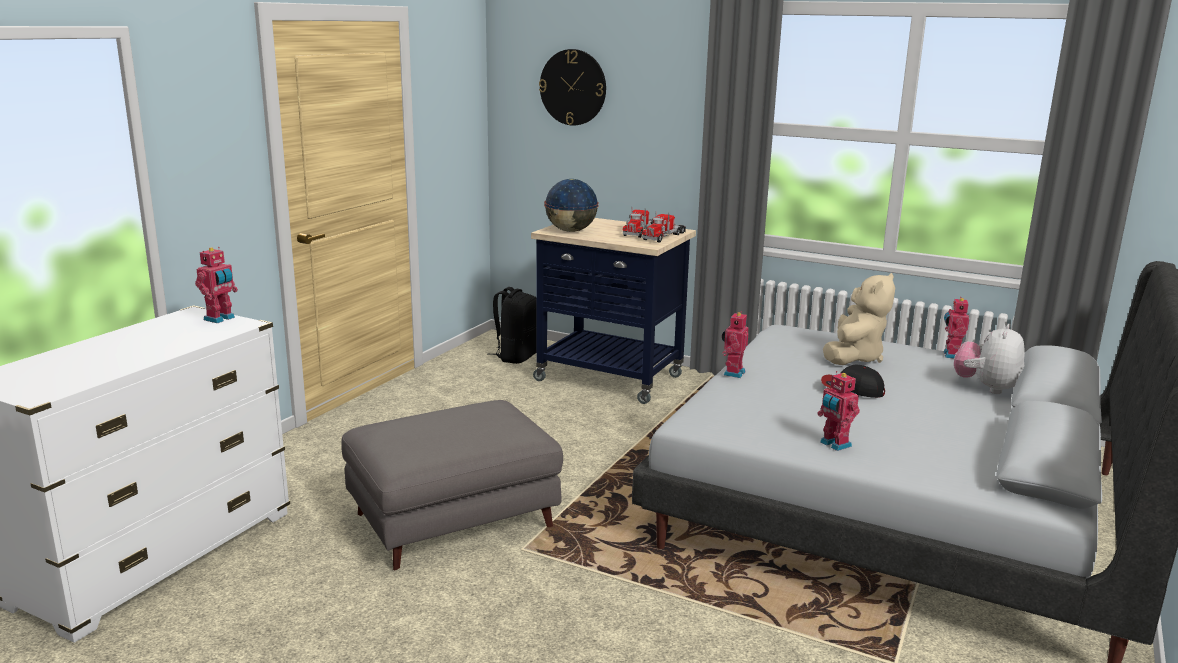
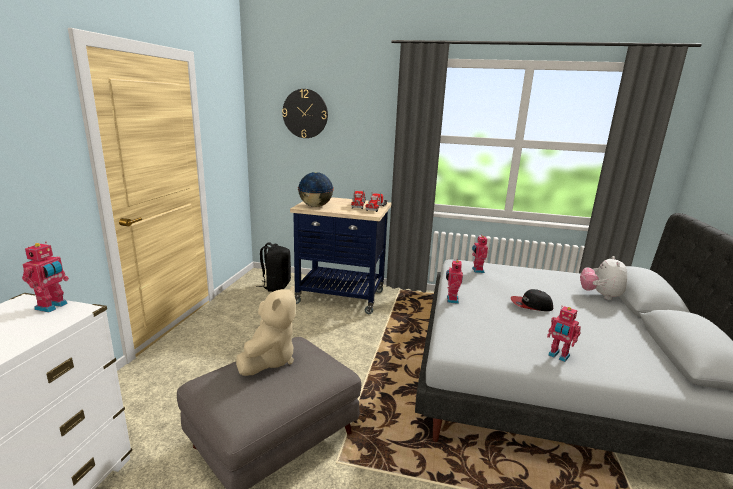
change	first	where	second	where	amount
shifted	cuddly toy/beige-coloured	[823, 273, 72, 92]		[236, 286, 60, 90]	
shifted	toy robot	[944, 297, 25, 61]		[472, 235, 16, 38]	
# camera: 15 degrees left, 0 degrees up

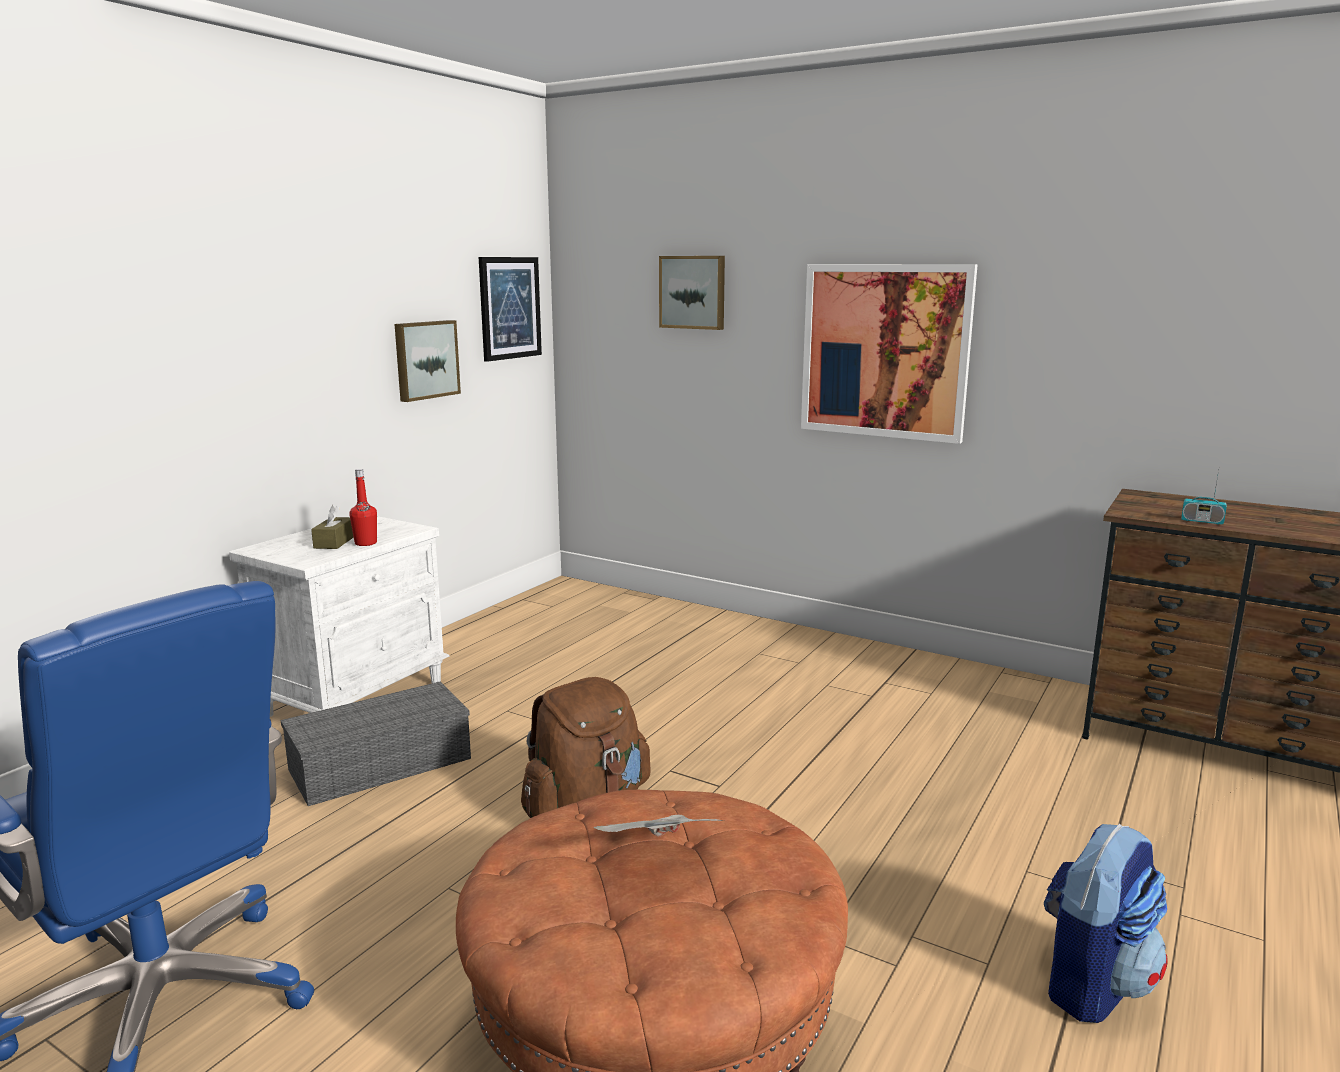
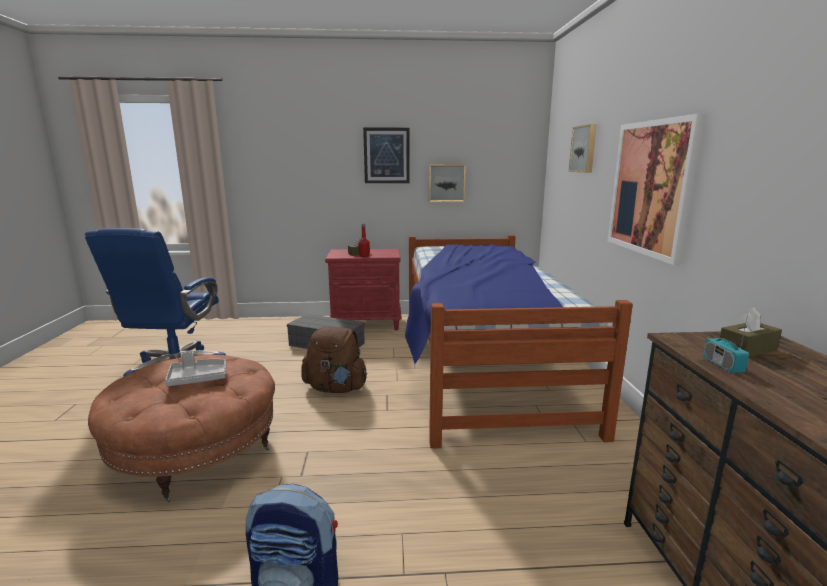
change	first	where	second	where	amount
shifted	picture	[479, 257, 63, 105]		[363, 127, 47, 56]	
repainted	nightstand/white	[229, 516, 221, 201]	nightstand/red-coloured	[325, 249, 77, 81]	
swapped	newspaper	[594, 814, 130, 23]	serving tray/grey	[165, 352, 61, 34]	
new			bedroom bed	[405, 235, 228, 214]	
new			box of tissues/brownish	[720, 307, 62, 50]	
# camera: 55 degrees right, 0 degrees up

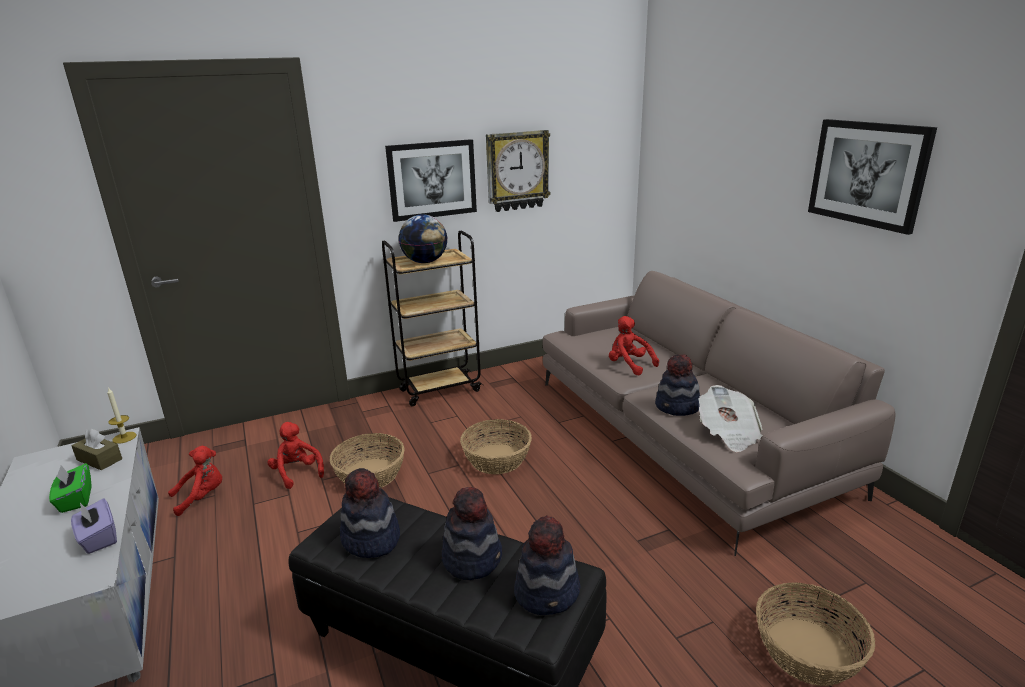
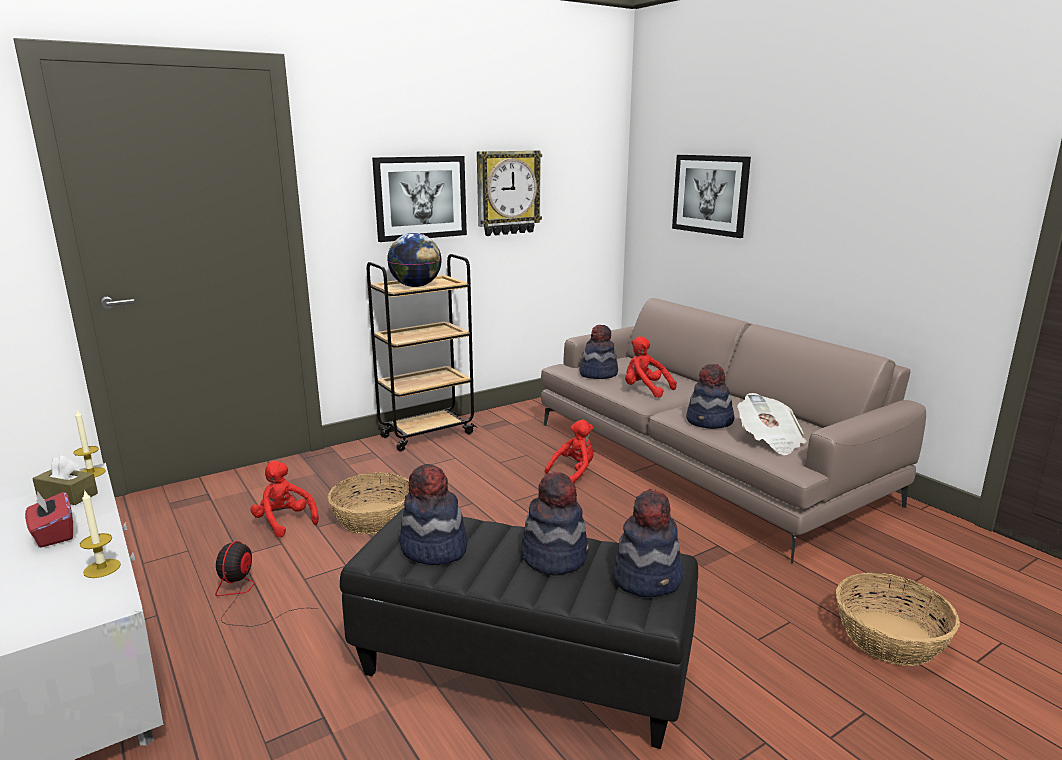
change	first	where	second	where	amount
shifted	picture	[808, 119, 129, 116]		[672, 155, 79, 83]	
gone	basket	[460, 419, 72, 55]			
shifted	cuddly toy/red-coloured	[168, 446, 54, 70]		[545, 420, 49, 63]	
repainted	box of tissues/green-coloured	[49, 463, 42, 50]	box of tissues/red-coloured	[25, 491, 48, 57]	
swapped	box of tissues/purple	[71, 498, 46, 56]	candle	[80, 491, 41, 87]	
new			wearable hat	[579, 325, 39, 54]	
new			electric fan	[215, 541, 103, 86]	
# camera: 10 degrees left, 5 degrees down

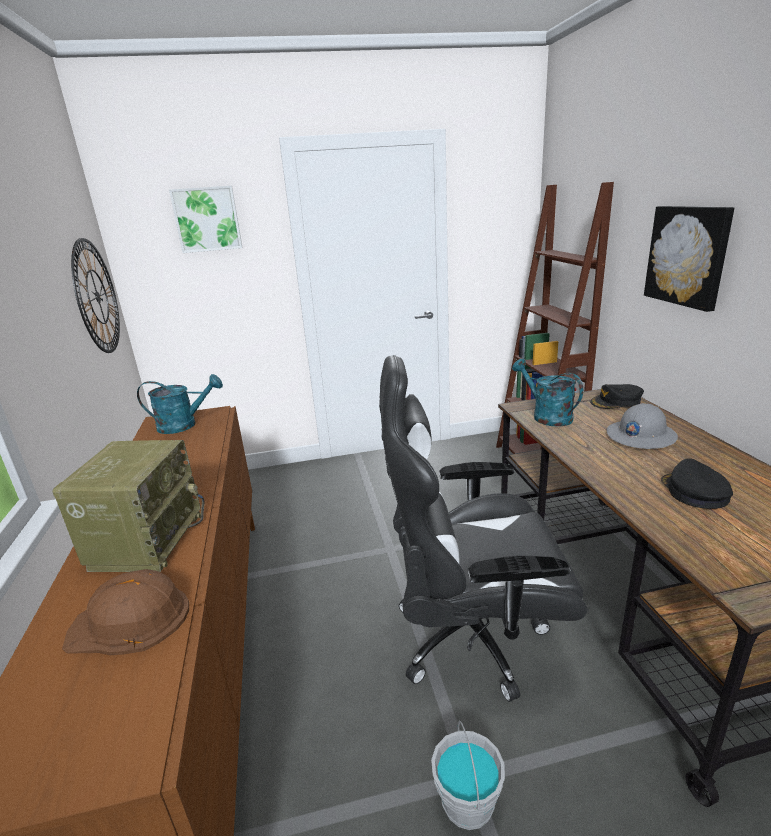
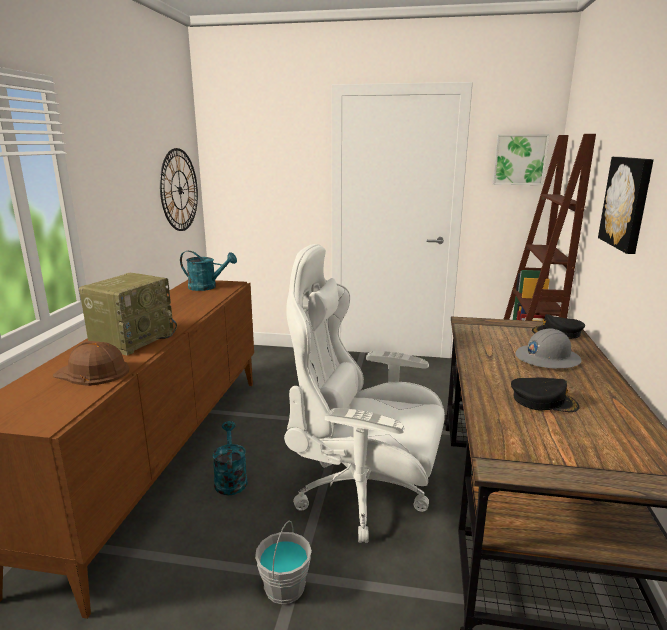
change	first	where	second	where	amount
shifted	picture	[169, 186, 73, 67]		[492, 134, 57, 51]	
repainted	office chair/black-coloured	[379, 355, 209, 347]	office chair/white	[284, 244, 161, 299]	
shifted	watering pot/blue-green	[512, 359, 71, 68]		[213, 421, 35, 74]	
rotated	baseball cap/black-coloured	[661, 458, 72, 51]		[511, 377, 69, 35]	90 degrees clockwise
# camera: 20 degrees right, 5 degrees down

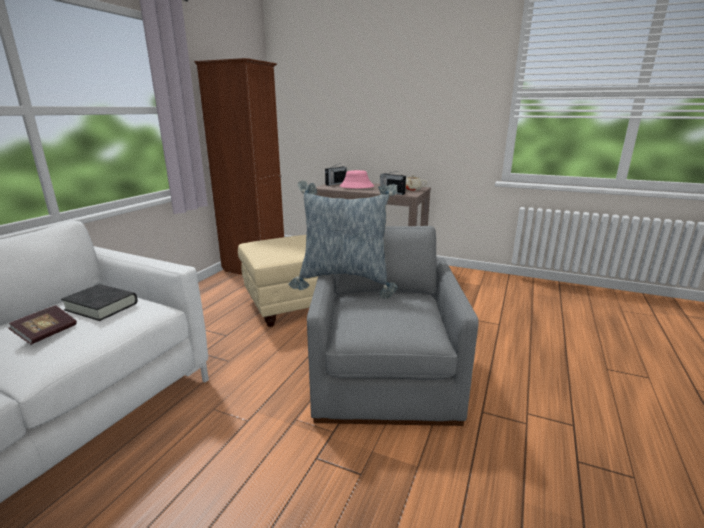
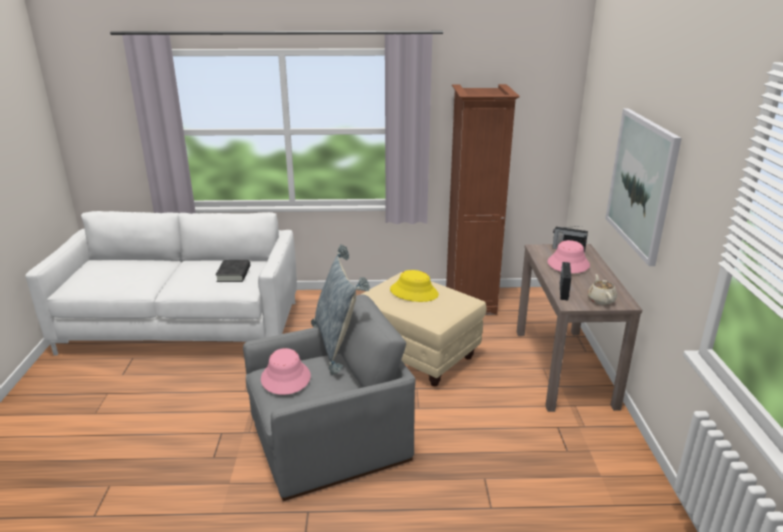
change	first	where	second	where	amount
gone	volume	[8, 305, 69, 40]			
new			picture	[605, 109, 77, 157]	
new			wearable hat/yellow-coloured	[390, 270, 49, 32]	
new			wearable hat/pinkish	[261, 348, 50, 47]	
# camera: 65 degrees right, 5 degrees up

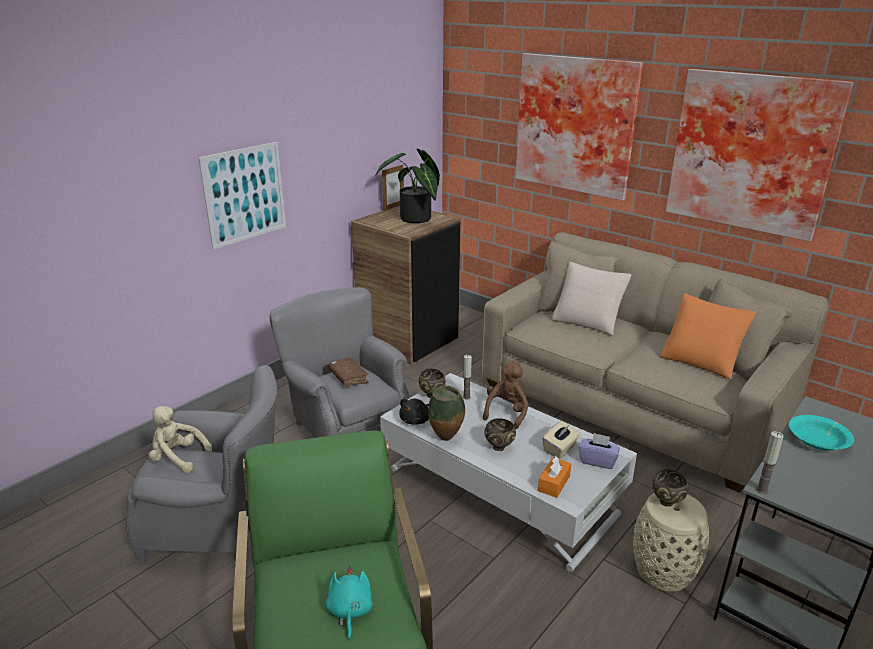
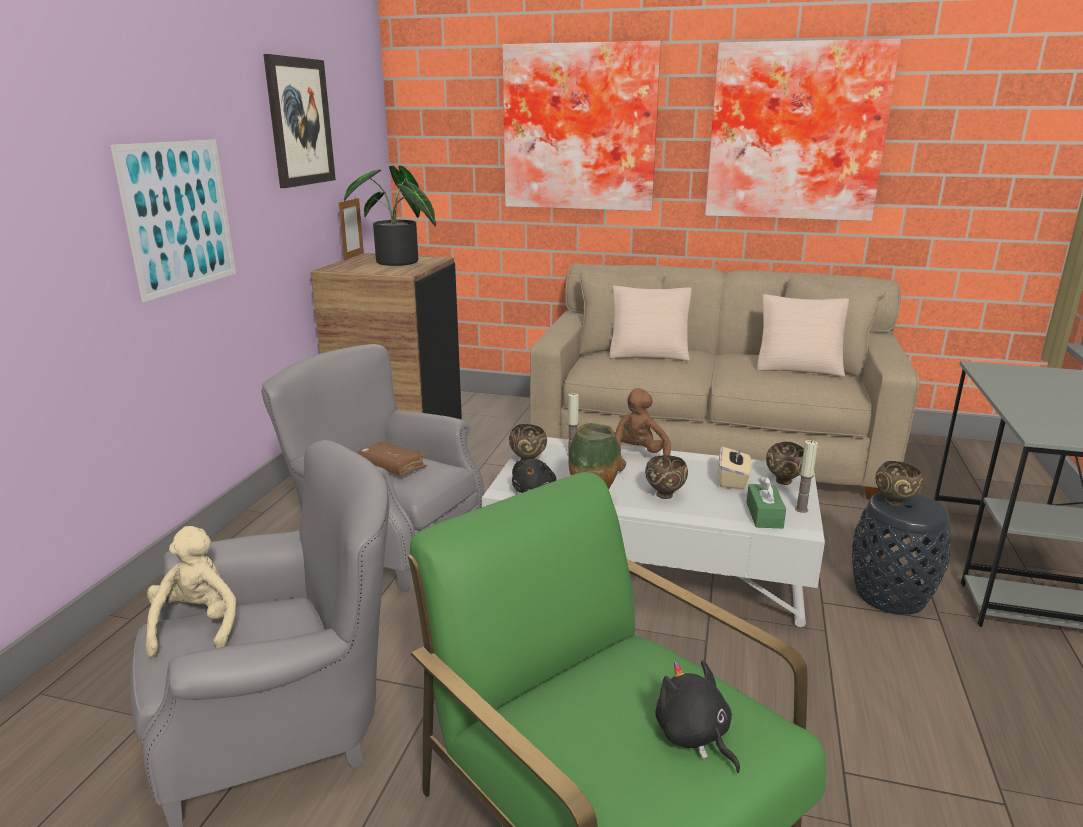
change	first	where	second	where	amount
repainted	throw pillow/orangey	[660, 293, 96, 87]	throw pillow/beige-coloured	[757, 294, 92, 83]	
rotated	cuddly toy/beige-coloured	[149, 406, 63, 67]		[146, 526, 90, 131]	90 degrees clockwise
gone	serving bowl/blue-green	[789, 415, 65, 36]			
shifted	candle	[756, 431, 28, 63]		[795, 440, 23, 73]	
swapped	box of tissues/purple	[579, 433, 41, 36]	serving bowl/brownish	[766, 442, 38, 43]	
repainted	box of tissues/orangey	[538, 456, 33, 42]	box of tissues/green-coloured	[746, 476, 40, 53]	
repainted	stool/beige-coloured	[633, 493, 76, 99]	stool/black-coloured	[852, 492, 99, 123]	
repainted	cuddly toy/blue-green	[326, 566, 47, 74]	cuddly toy/black-coloured	[655, 660, 85, 113]	
new			picture	[263, 54, 73, 134]	
# camera: 25 degrees left, 5 degrees down

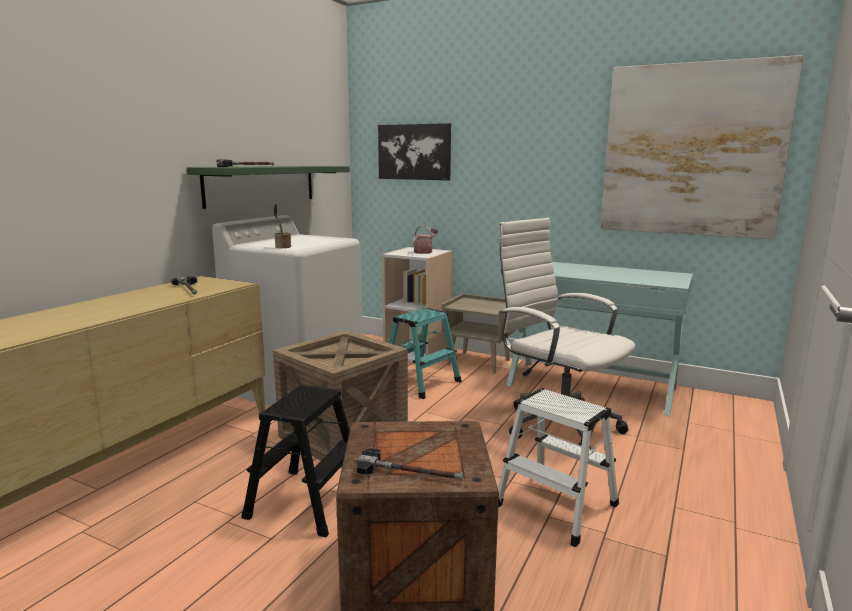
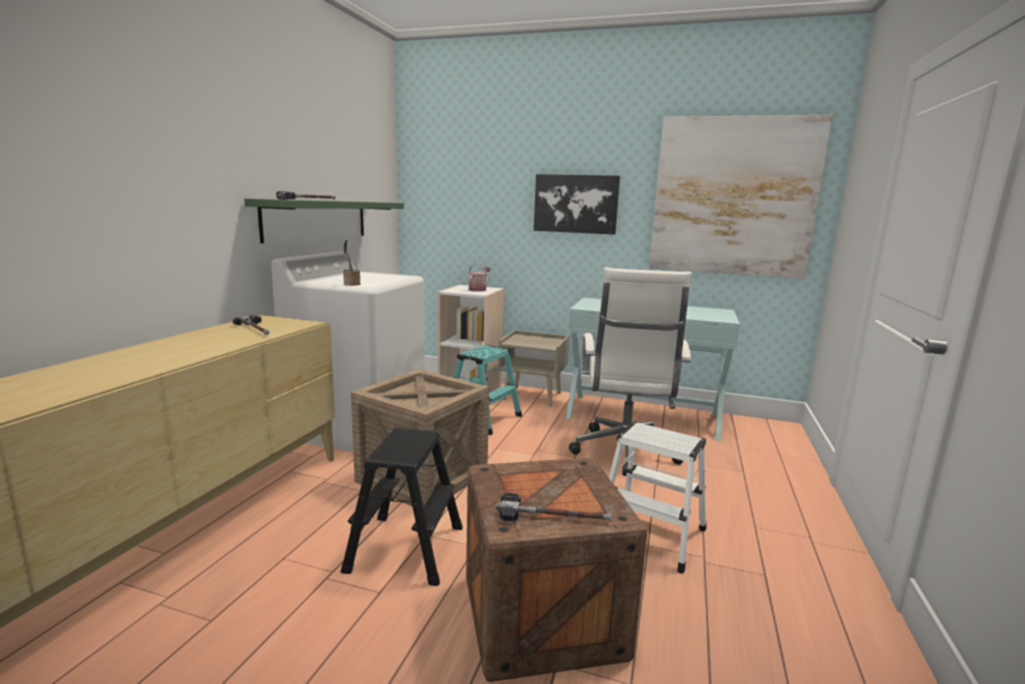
change	first	where	second	where	amount
shifted	picture	[378, 123, 73, 57]		[534, 174, 86, 61]	
rotated	office chair/white	[498, 218, 138, 231]		[569, 267, 122, 209]	120 degrees counterclockwise
# camera: 10 degrees left, 0 degrees up

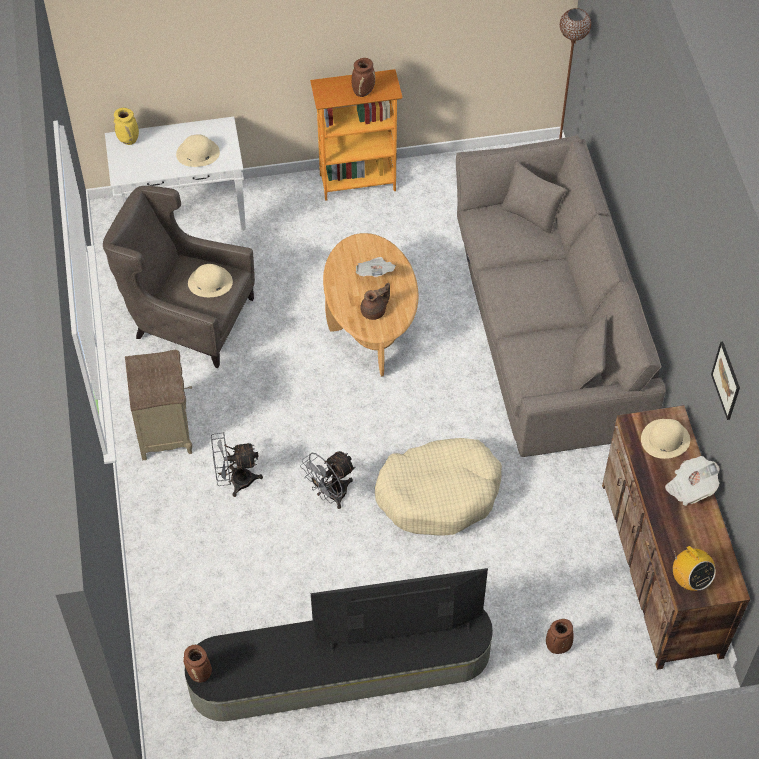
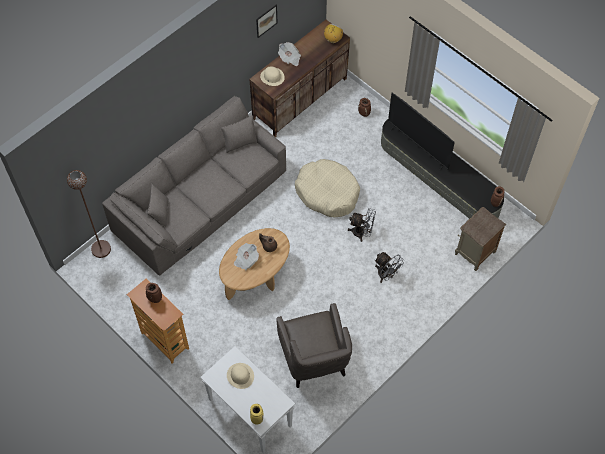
change	first	where	second	where	amount
gone	wearable hat/beige-coloured	[188, 264, 45, 33]			
shifted	nightstand/beige-coloured	[125, 350, 67, 111]		[455, 207, 51, 64]	
# camera: 125 degrees left, 5 degrees up

